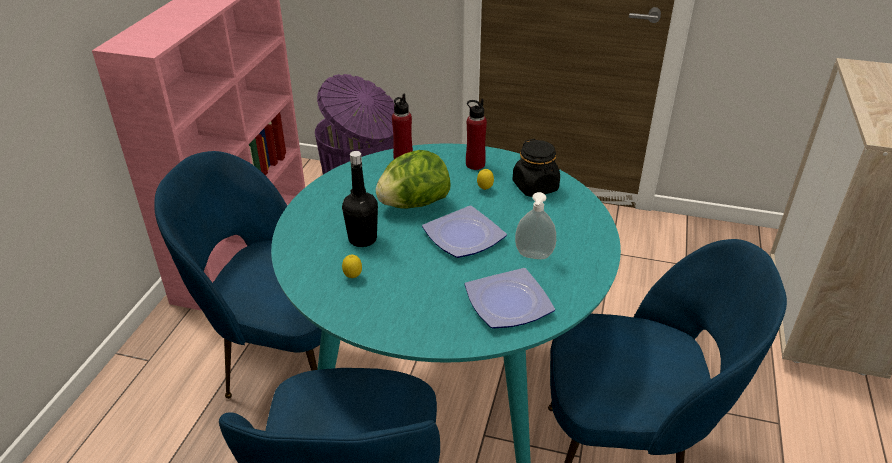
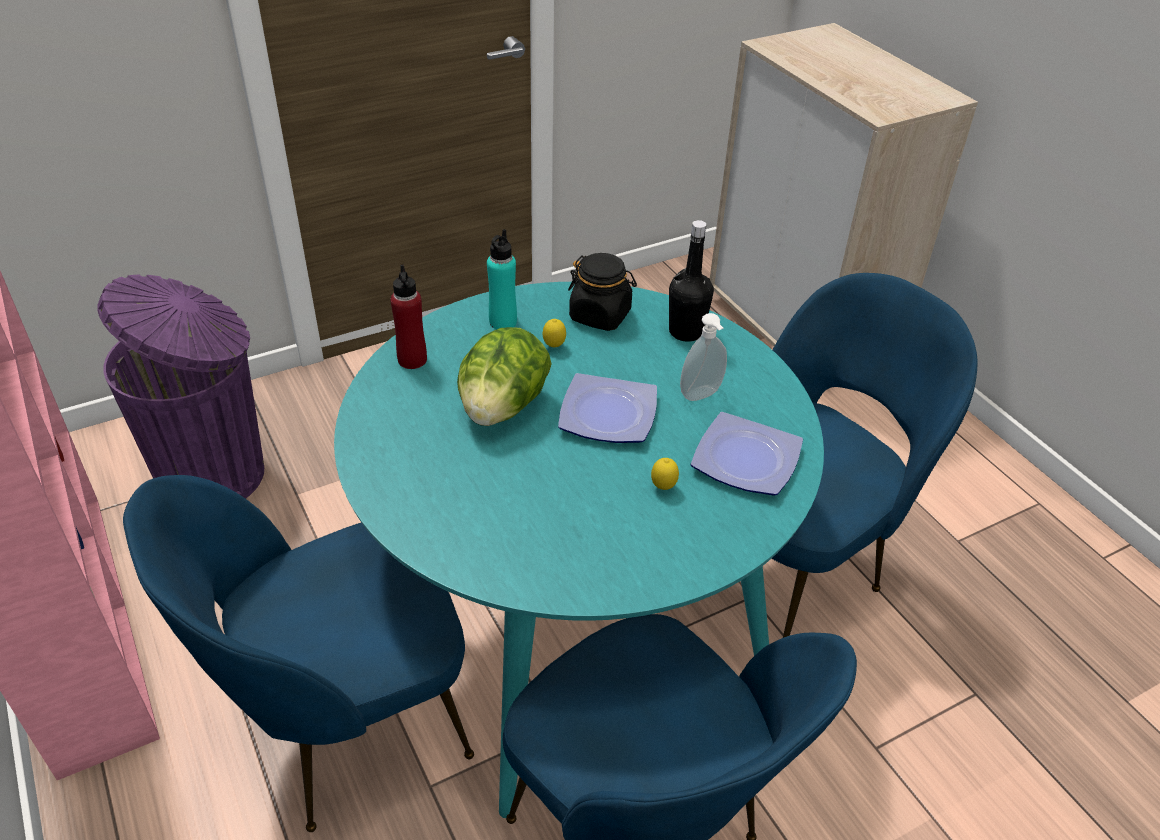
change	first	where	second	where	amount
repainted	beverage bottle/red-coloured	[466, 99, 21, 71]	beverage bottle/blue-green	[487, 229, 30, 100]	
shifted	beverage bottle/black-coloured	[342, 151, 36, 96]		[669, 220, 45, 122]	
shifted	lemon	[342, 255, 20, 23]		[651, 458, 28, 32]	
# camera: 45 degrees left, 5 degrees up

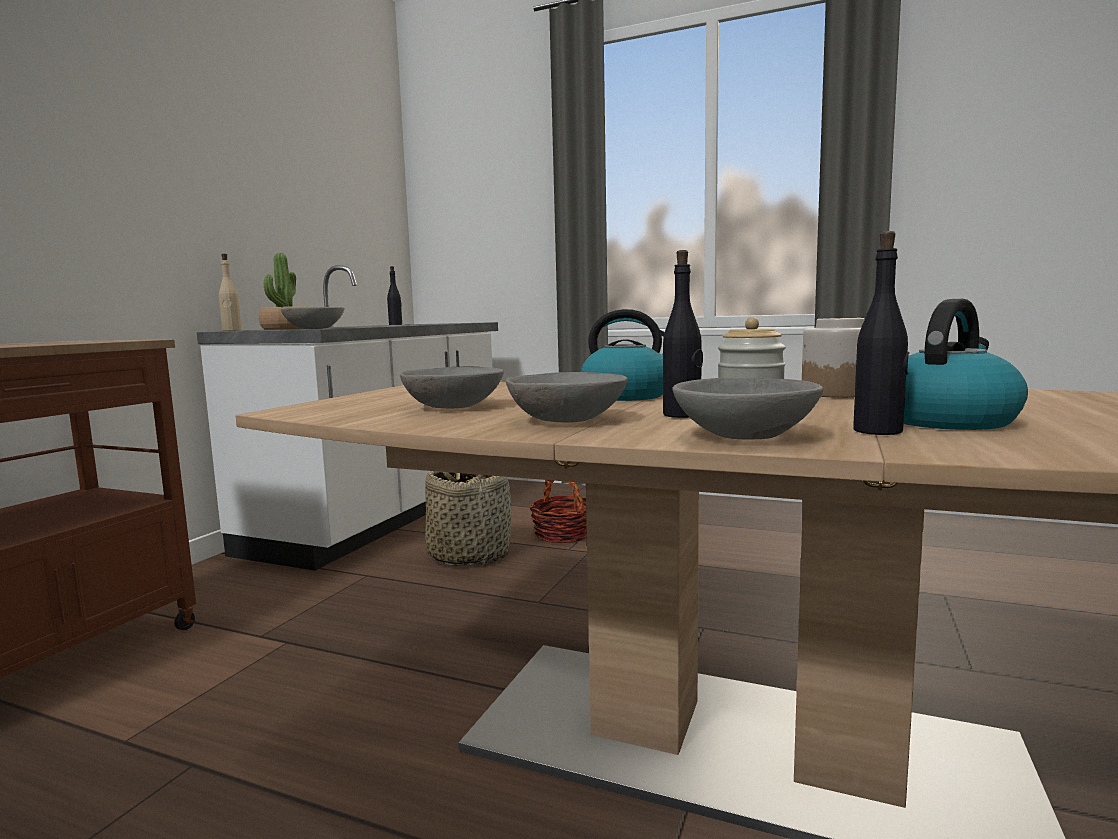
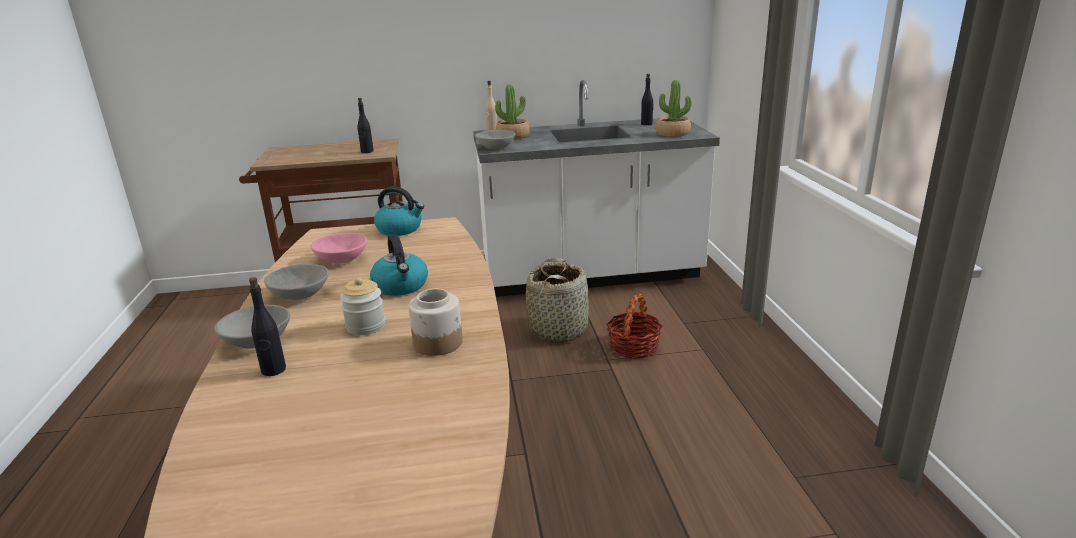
change	first	where	second	where	amount
shifted	beverage bottle/black-coloured	[663, 250, 40, 168]		[357, 98, 17, 55]	
shifted	tea kettle	[903, 299, 125, 131]		[374, 187, 50, 49]	
repainted	serving bowl/grey	[400, 367, 104, 41]	serving bowl/pinkish	[311, 233, 56, 30]	
new			plant in a pot	[655, 80, 36, 57]	
# camera: 60 degrees right, 15 degrees up

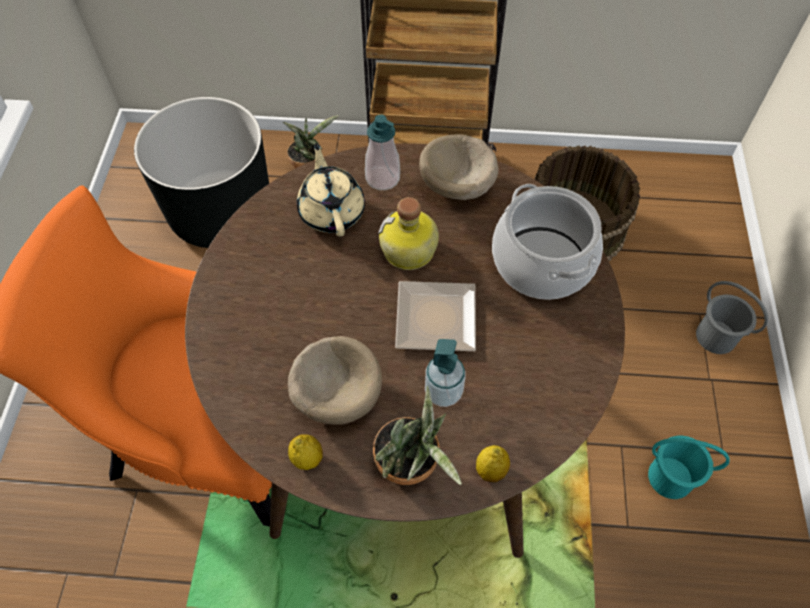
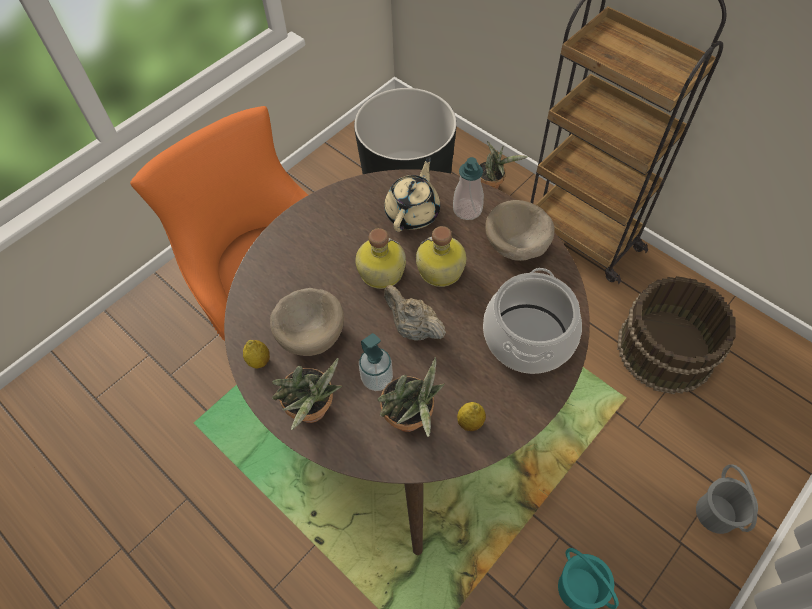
change	first	where	second	where	amount
swapped	flat dish	[395, 281, 81, 70]	teapot/beige-coloured	[384, 285, 62, 56]	
shifted	lemon	[476, 445, 34, 37]		[457, 402, 29, 29]	
new			beverage bottle	[355, 228, 51, 61]	
new			plant in a pot	[377, 357, 68, 80]	
# camera: 40 degrees right, 0 degrees up

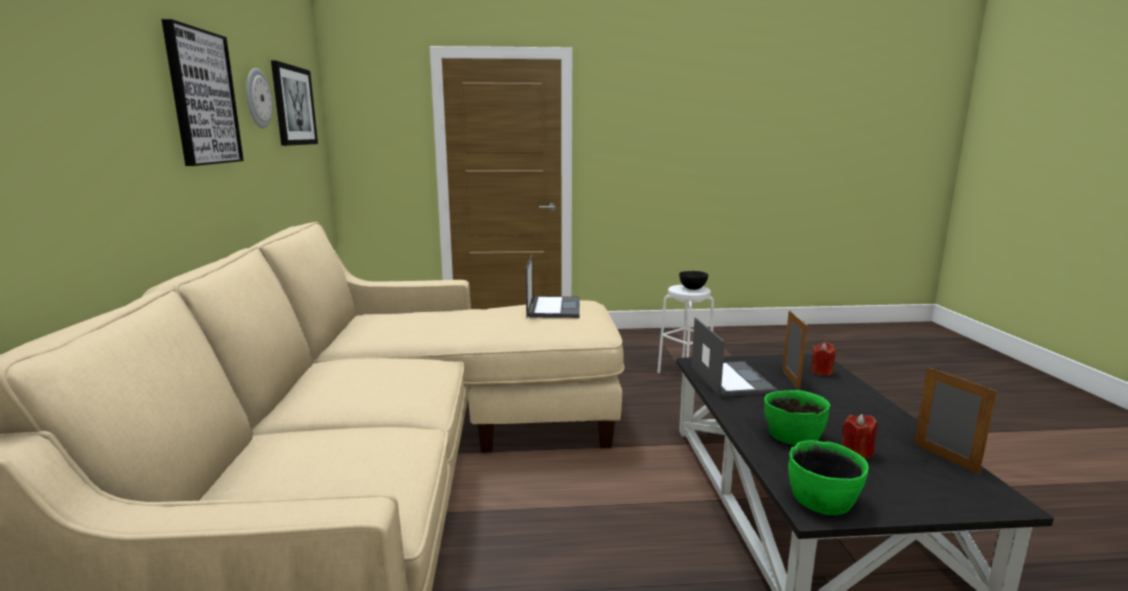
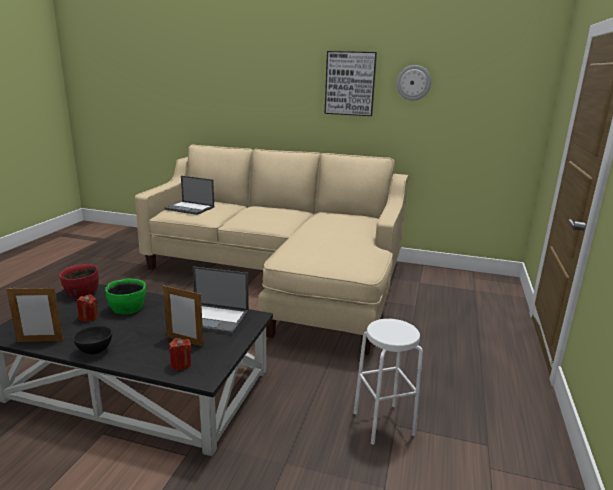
change	first	where	second	where	amount
gone	picture	[271, 61, 47, 85]			
shifted	notebook computer	[526, 255, 54, 63]		[164, 176, 50, 39]	
shifted	serving bowl/black-coloured	[679, 271, 29, 19]		[73, 326, 39, 28]	
repainted	serving bowl/green-coloured	[788, 440, 80, 75]	serving bowl/red-coloured	[60, 264, 39, 34]	
# camera: 110 degrees right, 5 degrees up

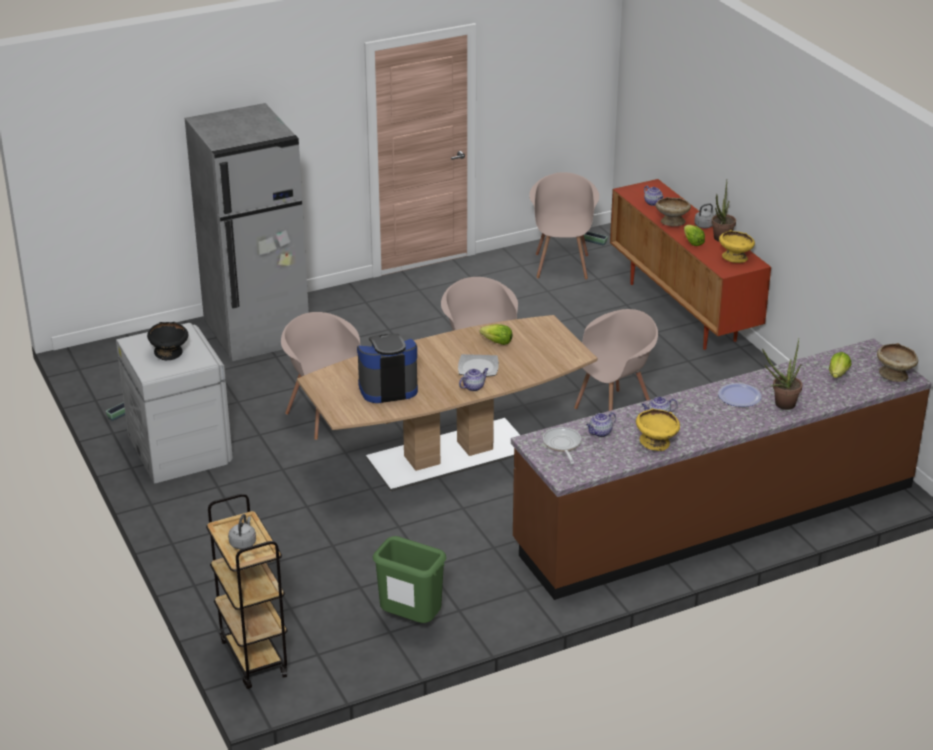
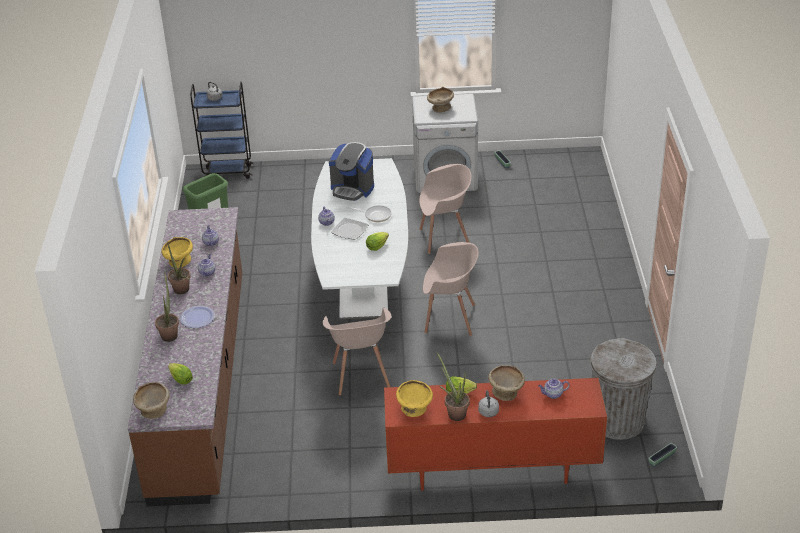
change	first	where	second	where	amount
gone	refrigerator/grey	[185, 103, 124, 258]			
swapped	plain chair/beige-coloured	[529, 172, 70, 108]	rubbish bin/grey	[590, 338, 67, 102]	
repainted	kitchen table/brownish	[297, 315, 300, 176]	kitchen table/white	[311, 158, 97, 161]	
repainted	serving bowl/black-coloured	[147, 322, 41, 38]	serving bowl/beige-coloured	[427, 87, 27, 26]	
rotated	coffee maker	[357, 334, 61, 69]		[329, 142, 45, 59]	105 degrees clockwise
shifted	pan	[543, 427, 38, 37]		[346, 205, 46, 17]	
repainted	cart/brownish	[206, 494, 82, 195]	cart/blue	[190, 82, 64, 97]	
new			plant in a pot	[168, 243, 23, 51]	
# camera: 115 degrees right, 5 degrees up

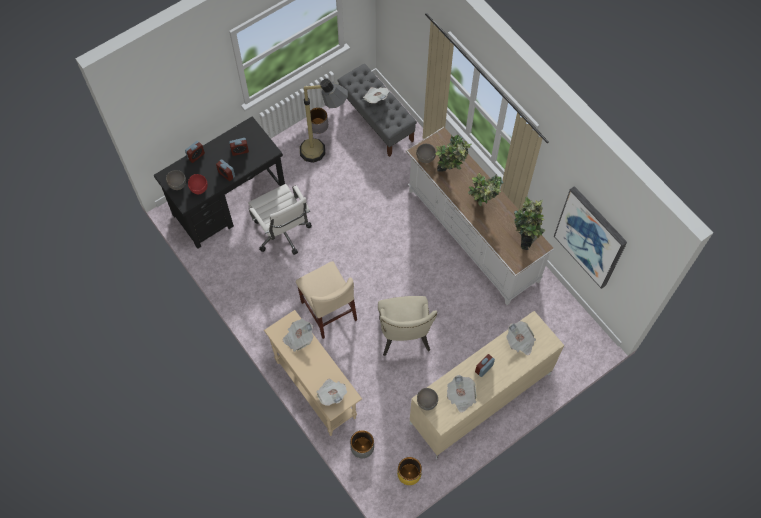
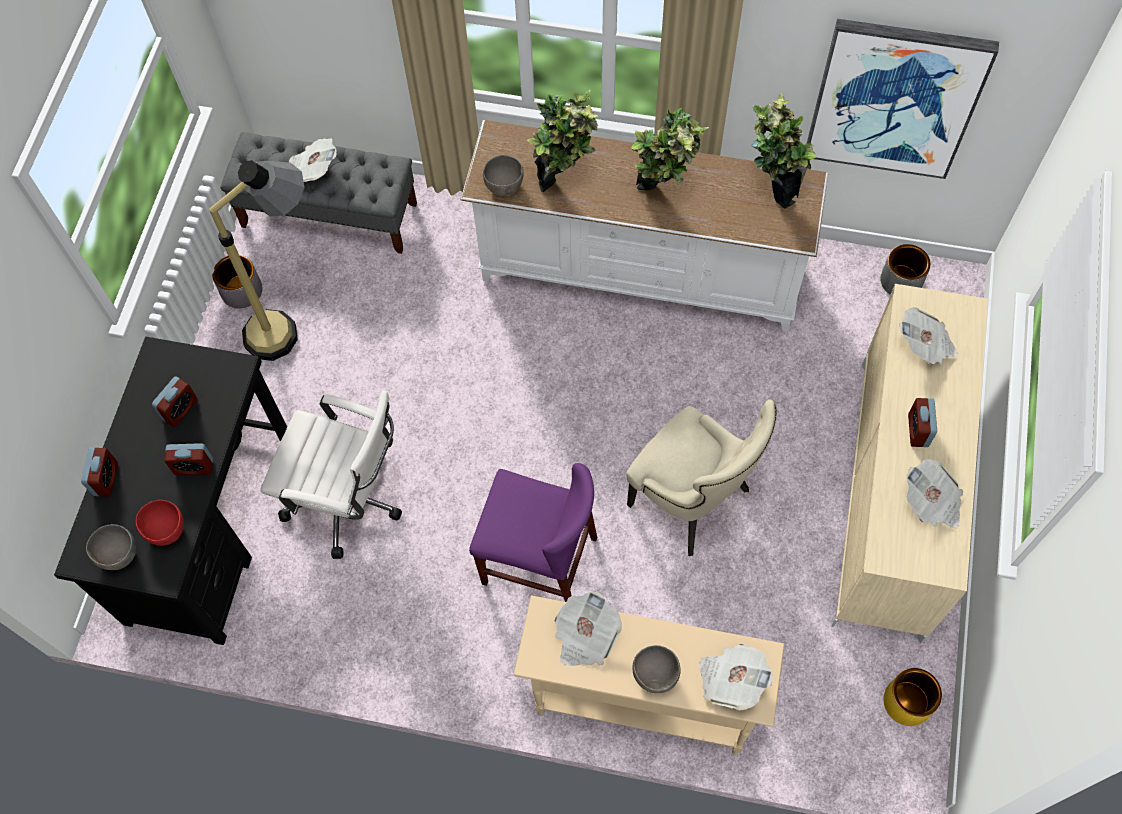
change	first	where	second	where	amount
repainted	plain chair/beige-coloured	[296, 261, 61, 78]	plain chair/purple	[469, 463, 128, 139]	
shifted	serving bowl/grey	[417, 388, 21, 22]		[633, 645, 48, 48]	
shifted	plant pot/grey	[350, 430, 24, 28]		[880, 244, 51, 51]	
# camera: 40 degrees left, 0 degrees up

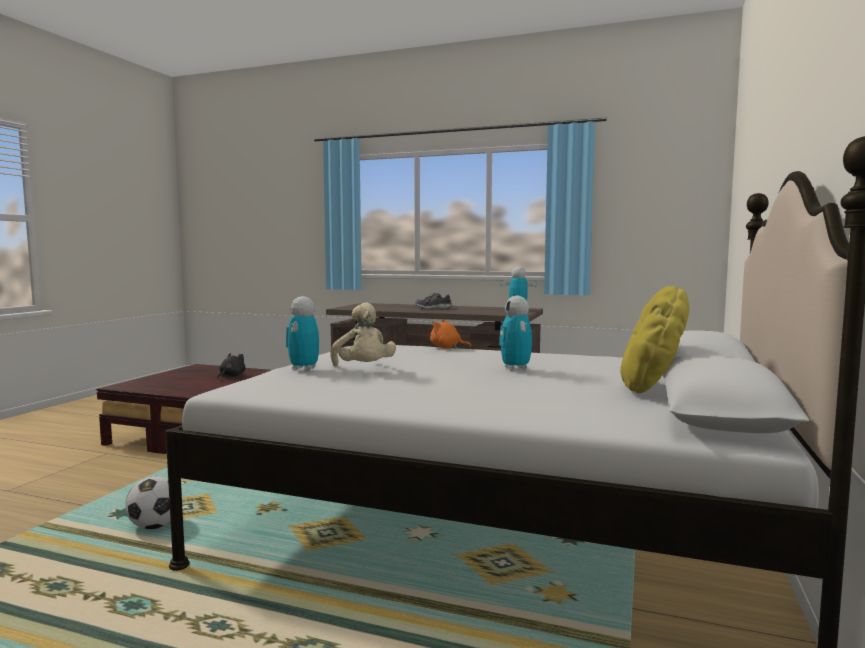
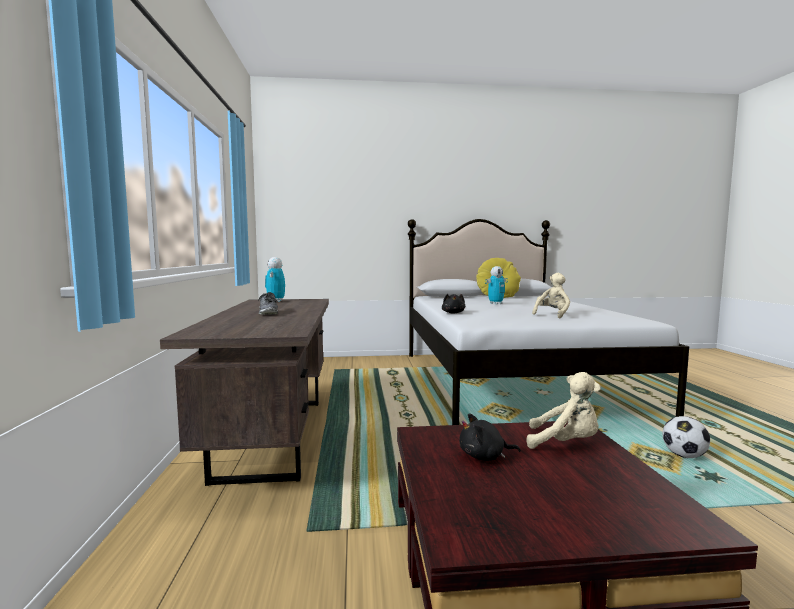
change	first	where	second	where	amount
gone	toy robot	[286, 296, 33, 75]			
repainted	cuddly toy/orangey	[430, 319, 41, 30]	cuddly toy/black-coloured	[442, 294, 23, 20]	
new			cuddly toy/beige-coloured	[527, 372, 74, 77]	
# camera: 115 degrees left, 0 degrees up

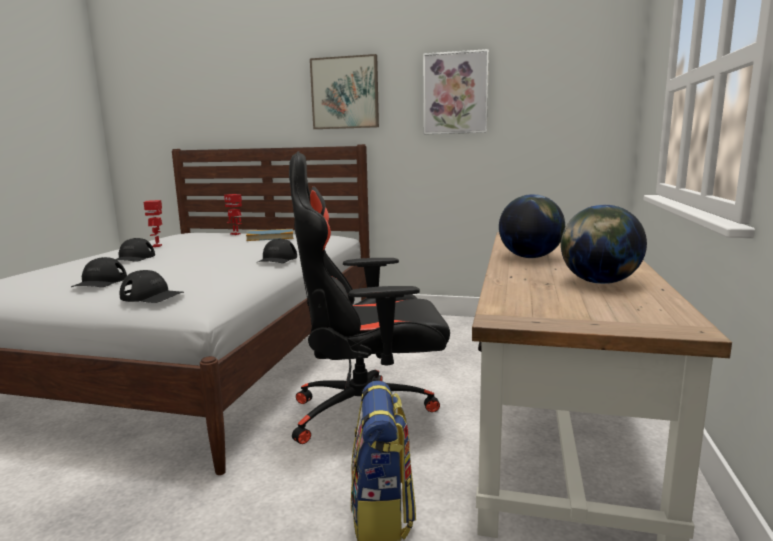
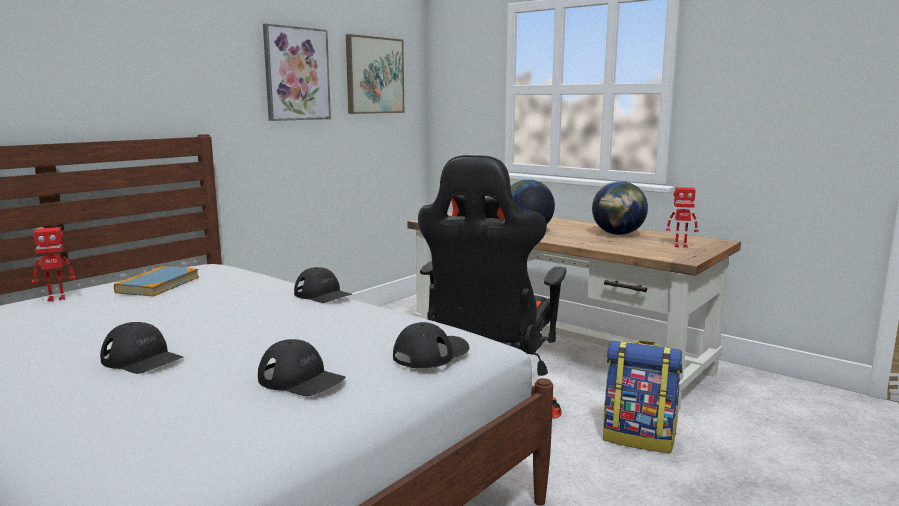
change	first	where	second	where	amount
shifted	picture	[310, 54, 69, 75]		[346, 34, 58, 80]	
shifted	toy robot	[144, 200, 18, 47]		[666, 187, 33, 61]	
# camera: 65 degrees left, 0 degrees up

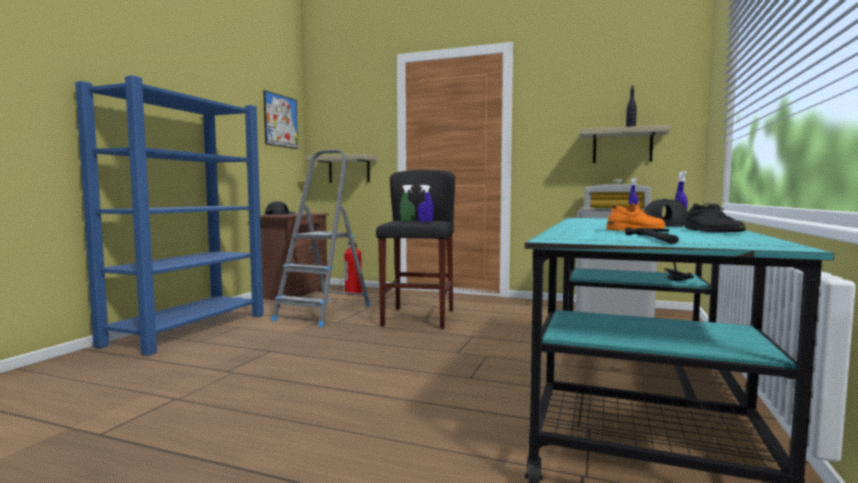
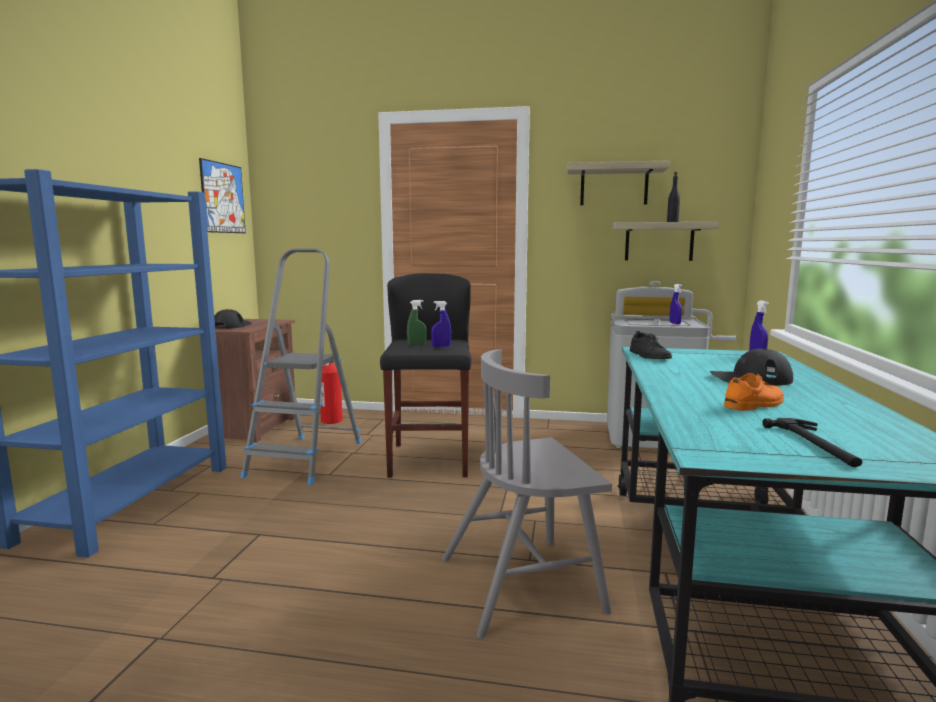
change	first	where	second	where	amount
shifted	wall shelf	[306, 154, 72, 29]		[567, 160, 103, 45]	
shifted	item of footwear/black-coloured	[685, 204, 61, 28]		[630, 331, 42, 28]	
new			plain chair/grey	[442, 349, 170, 290]	
# camera: 10 degrees left, 5 degrees up

